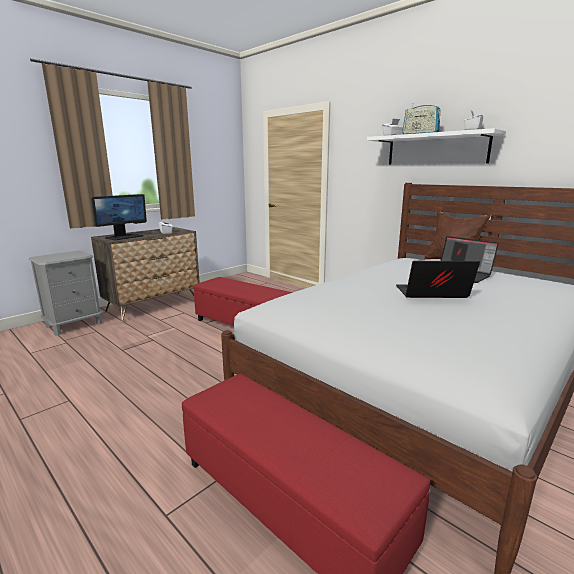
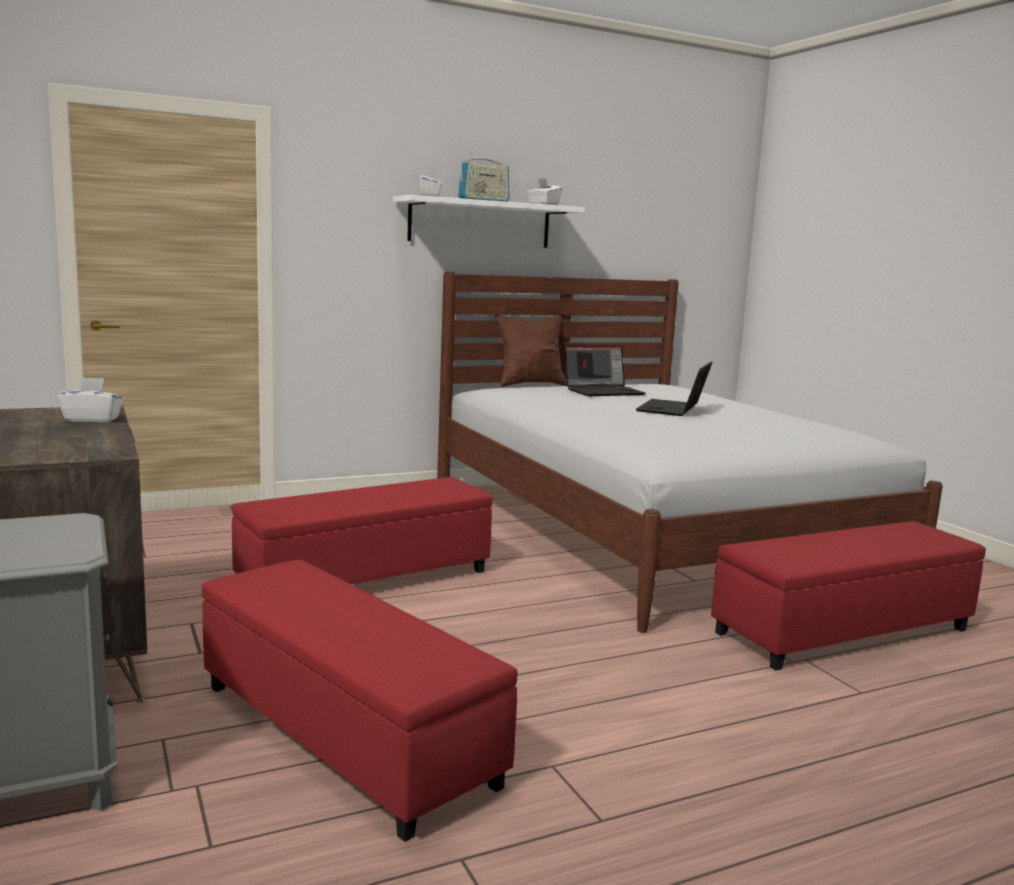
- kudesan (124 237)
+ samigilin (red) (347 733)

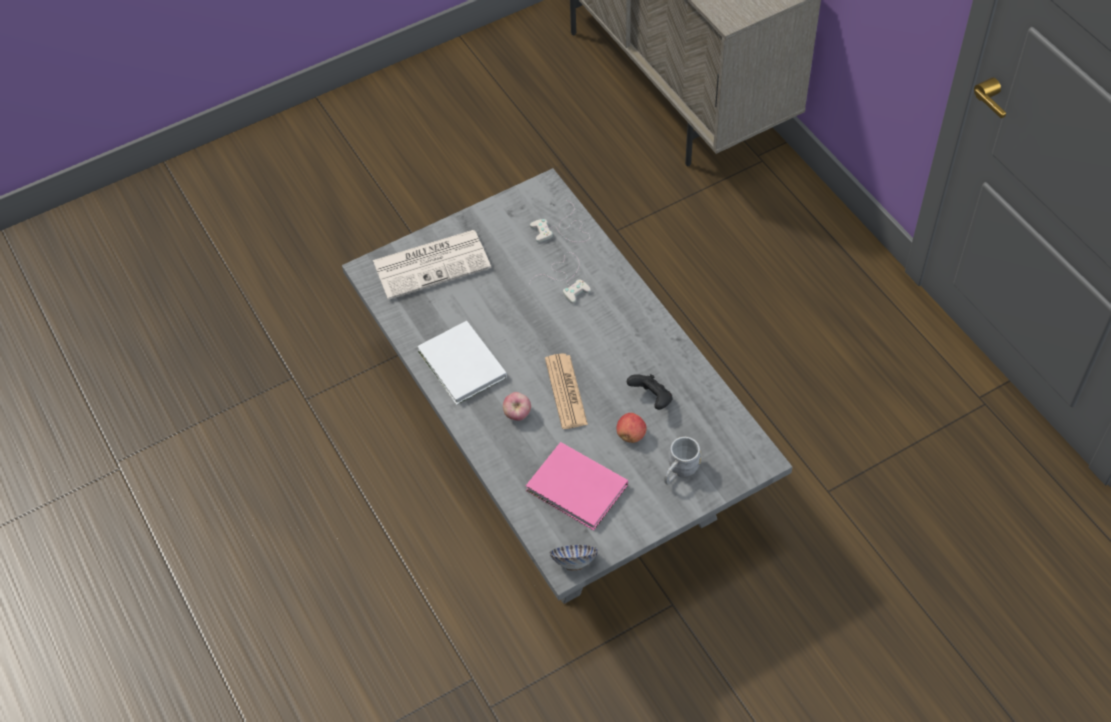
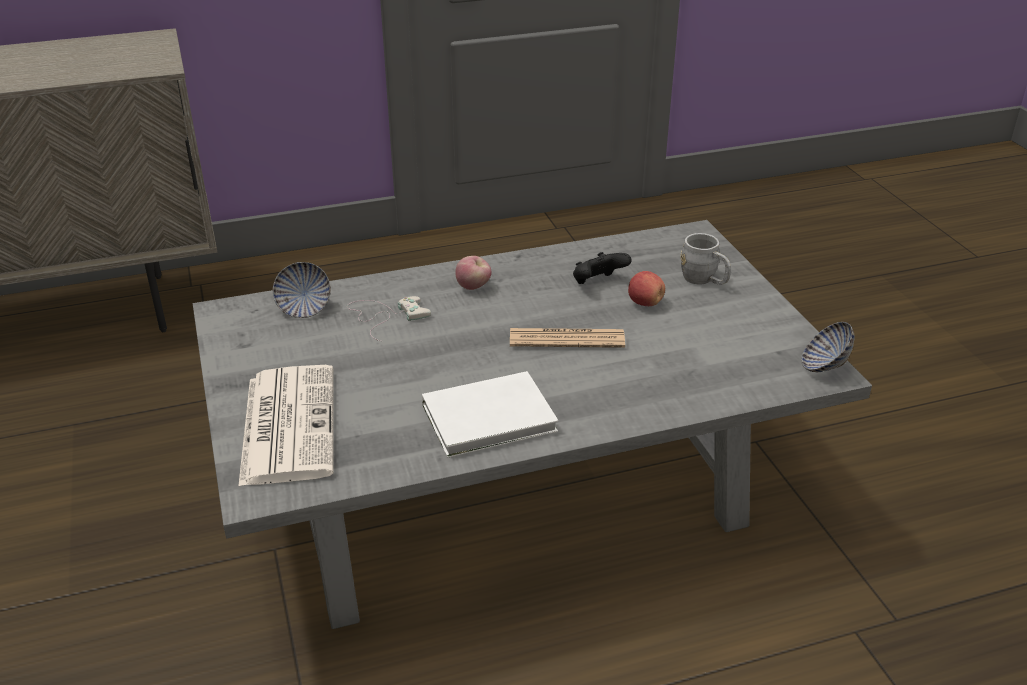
~ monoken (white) (562 230) to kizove (304 308)
~ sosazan (517 414) to (473 287)
- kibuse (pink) (578 490)

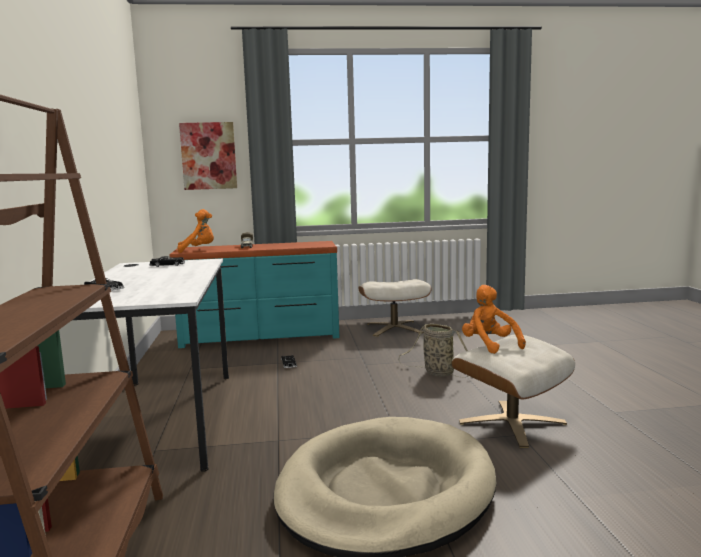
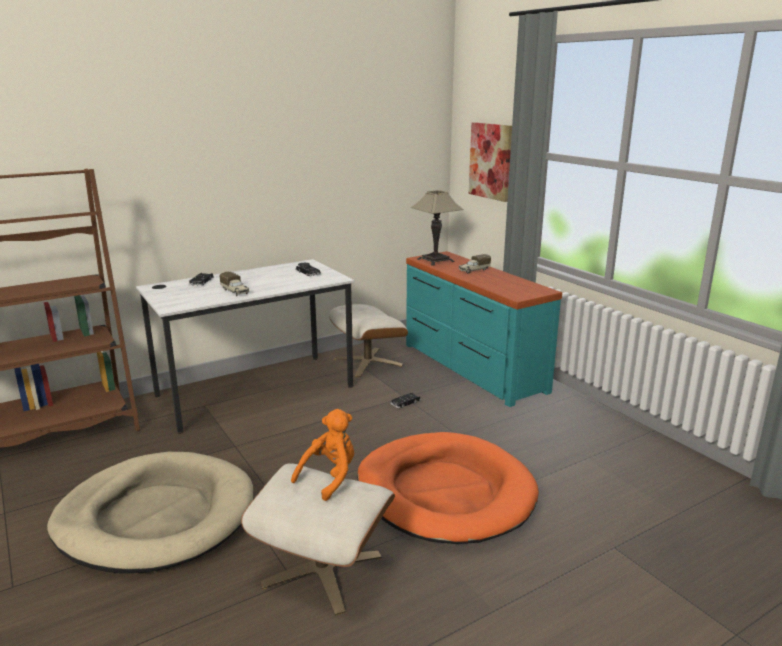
~ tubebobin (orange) (198 250) to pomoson (435 260)
~ samigilin (beige) (394 328) to (367 362)
~ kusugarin (436 372) to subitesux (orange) (444 492)
+ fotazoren (235 291)

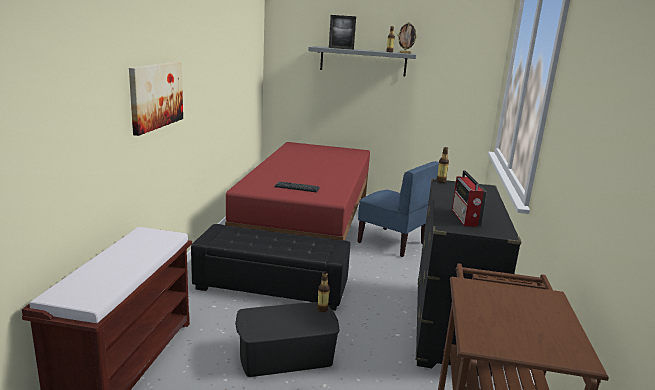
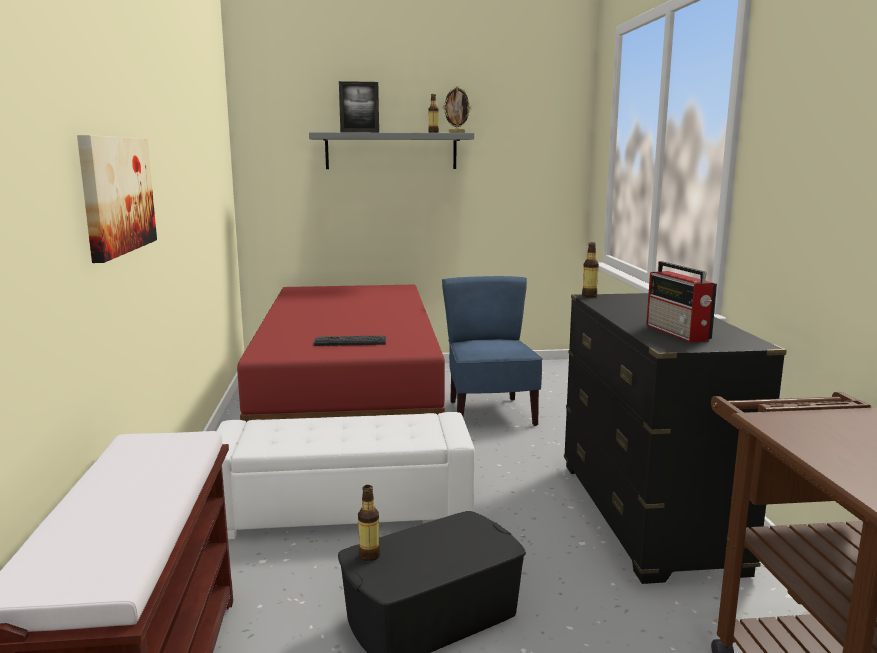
~ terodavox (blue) (392 243) = (489 413) 120 degrees counterclockwise
~ samigilin (black) (272 286) to samigilin (white) (344 509)
~ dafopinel (322 309) to (369 556)

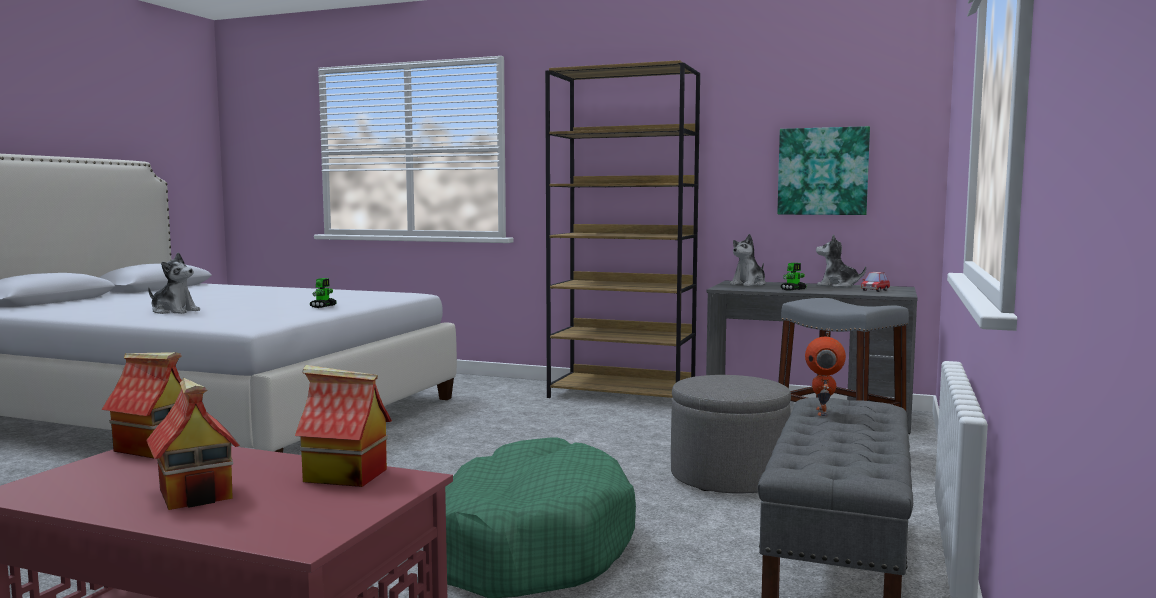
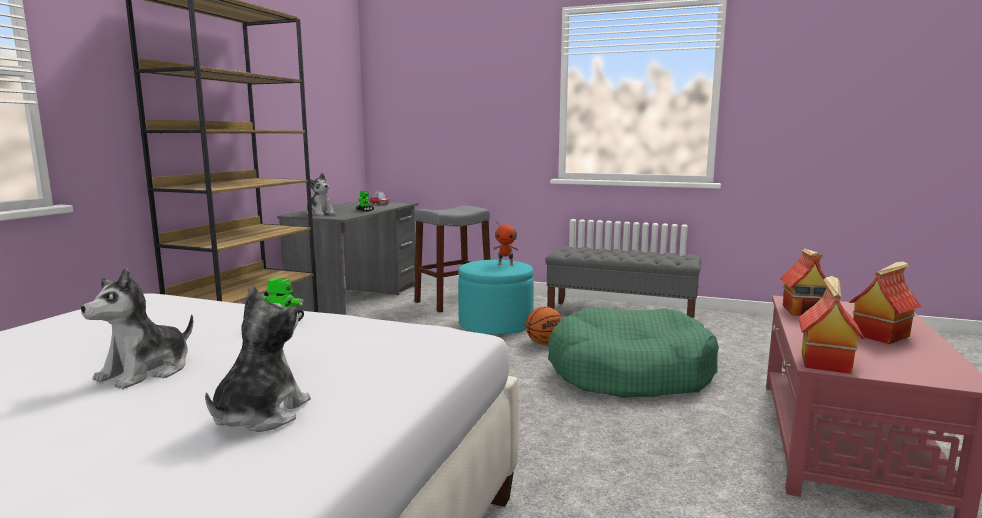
- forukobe (823 171)
~ tubebobin (837 286) to (146 371)
~ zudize (823 412) to (505 264)
~ samigilin (grey) (728 477) to samigilin (turquoise) (495 325)
+ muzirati (544 343)

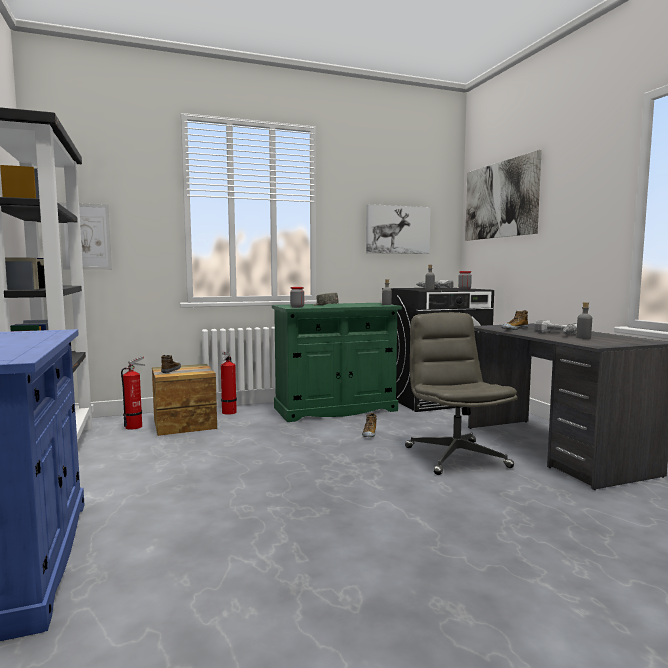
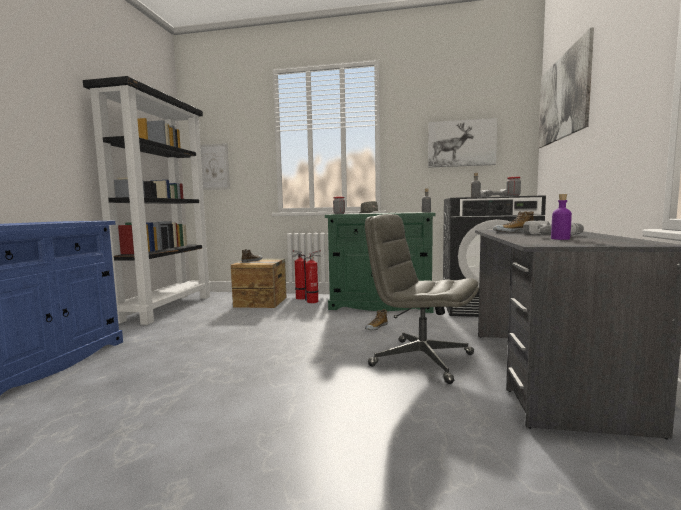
~ dafopinel (grey) (583 338) to dafopinel (purple) (560 239)
~ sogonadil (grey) (455 457) = (420 360) 75 degrees counterclockwise
~ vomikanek (135 426) to (314 301)

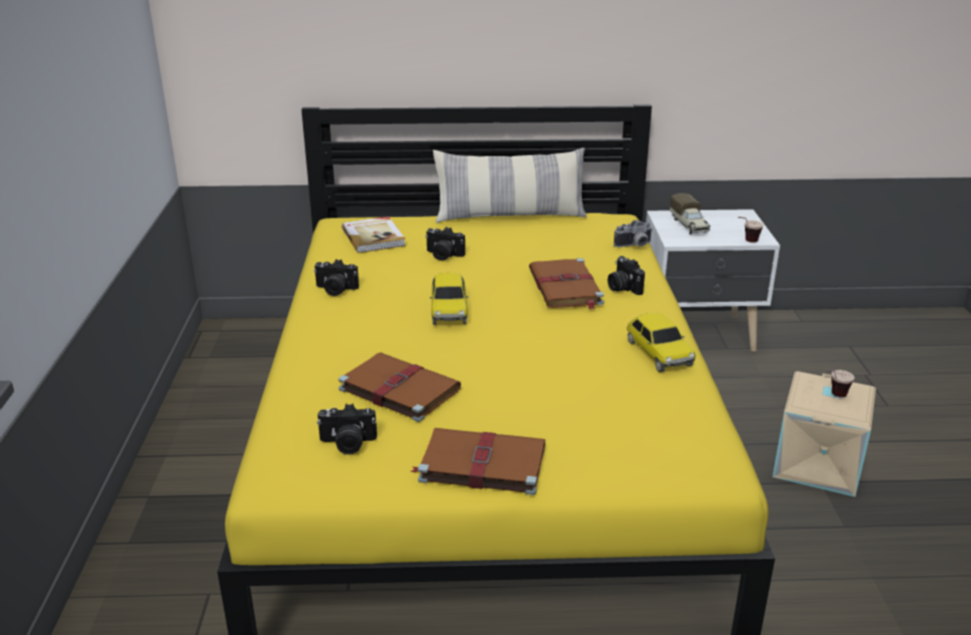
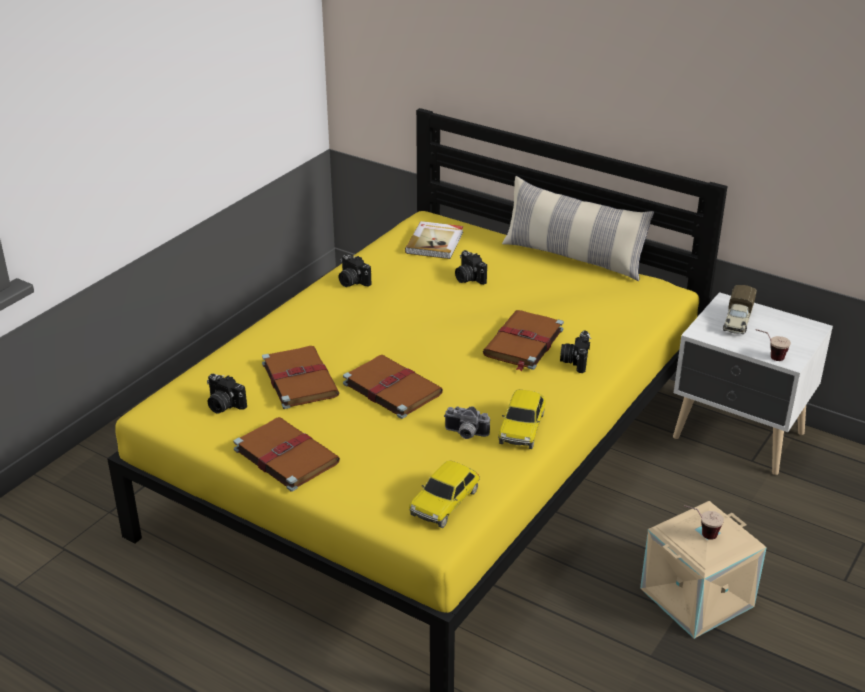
~ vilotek (634 246) to (465 434)
~ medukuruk (449 310) to (445 503)
+ kibuse (brown) (390 388)

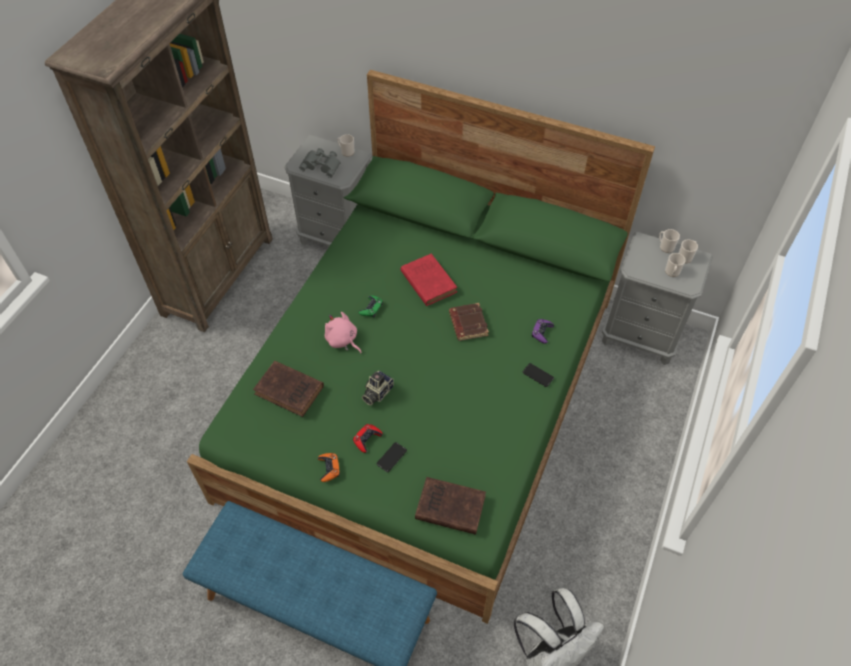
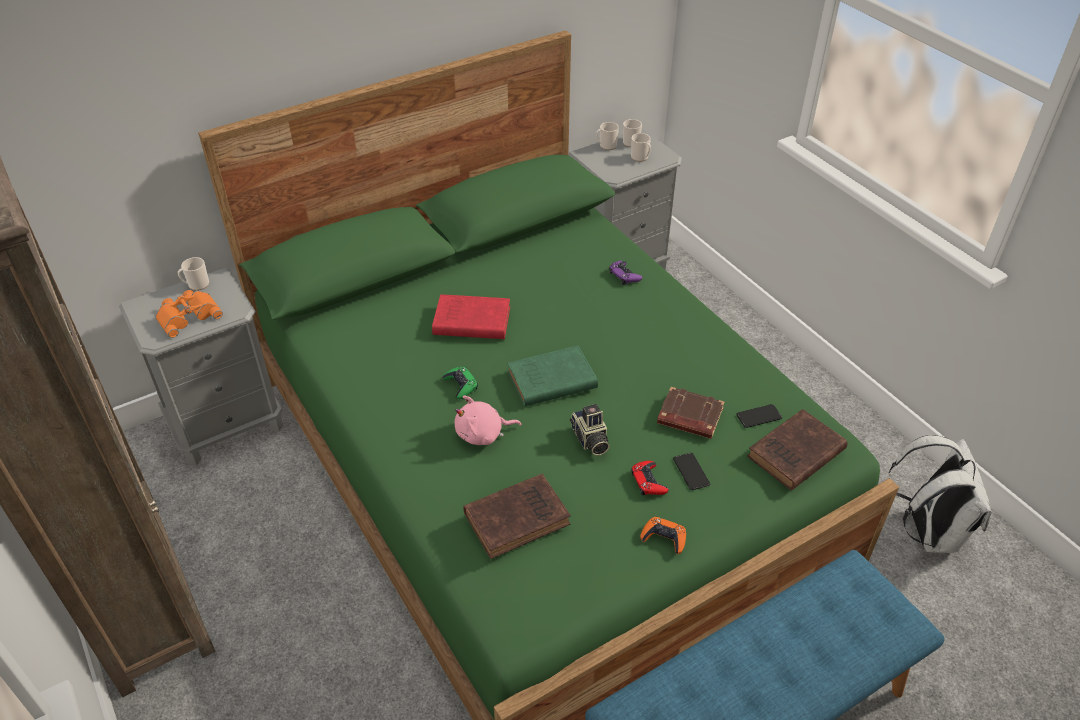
~ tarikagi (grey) (322 165) to tarikagi (orange) (188 315)
~ kibuse (brown) (467 324) to (689 417)
~ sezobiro (538 375) to (759 416)
+ kibuse (green) (549 381)

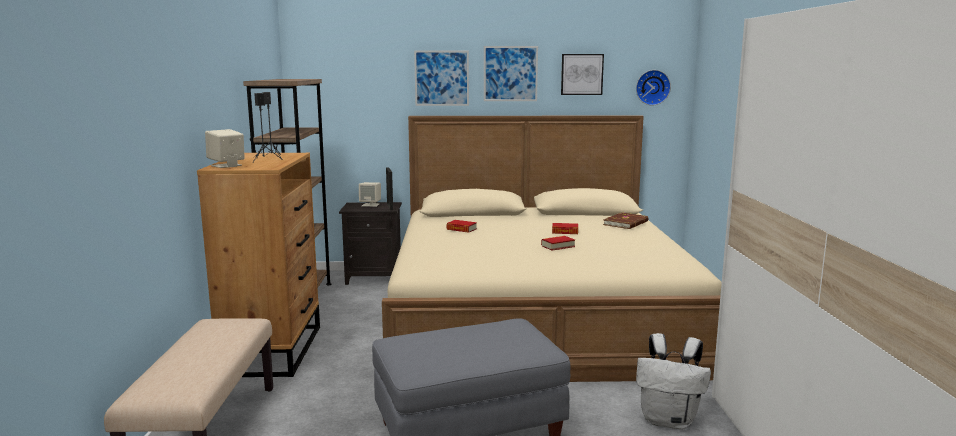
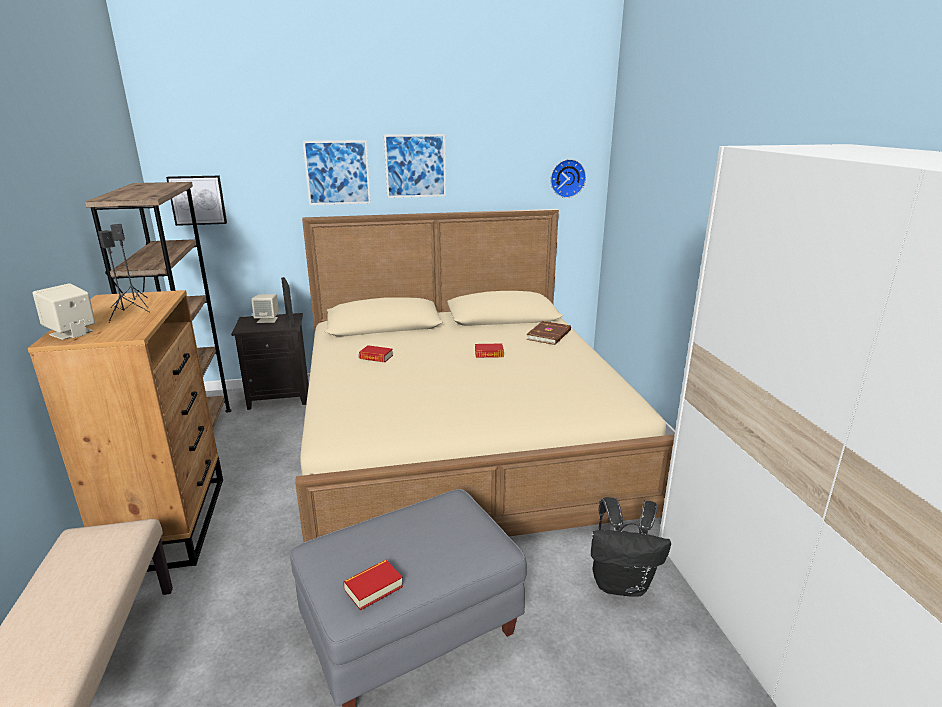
~ forukobe (581 74) to (197 200)
~ kibuse (558 246) to (373 588)
~ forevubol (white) (669 420) to forevubol (black) (621 583)

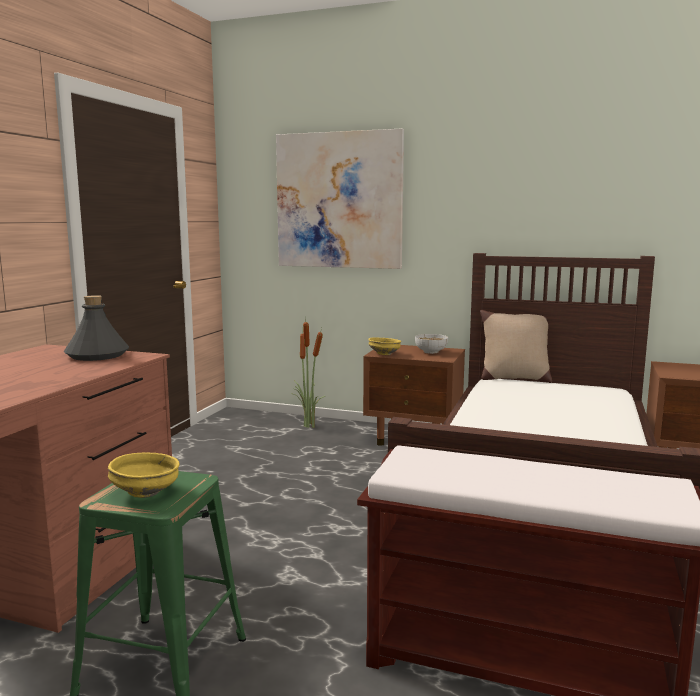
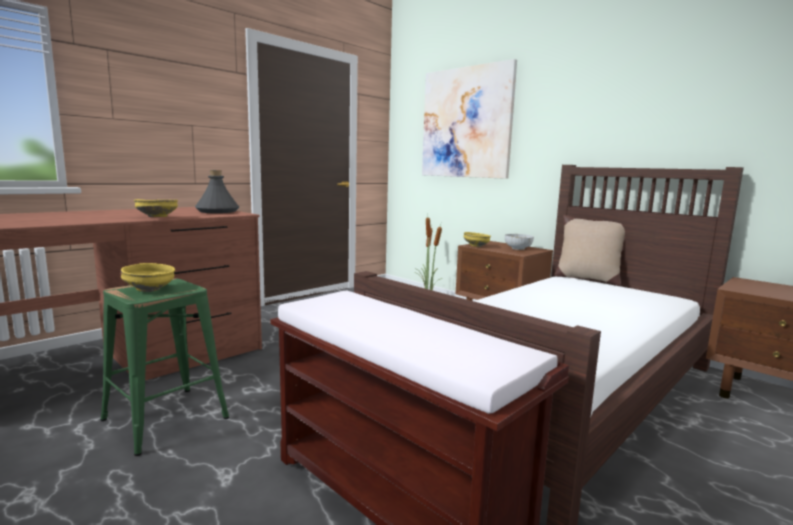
+ kizove (yellow) (157 217)

